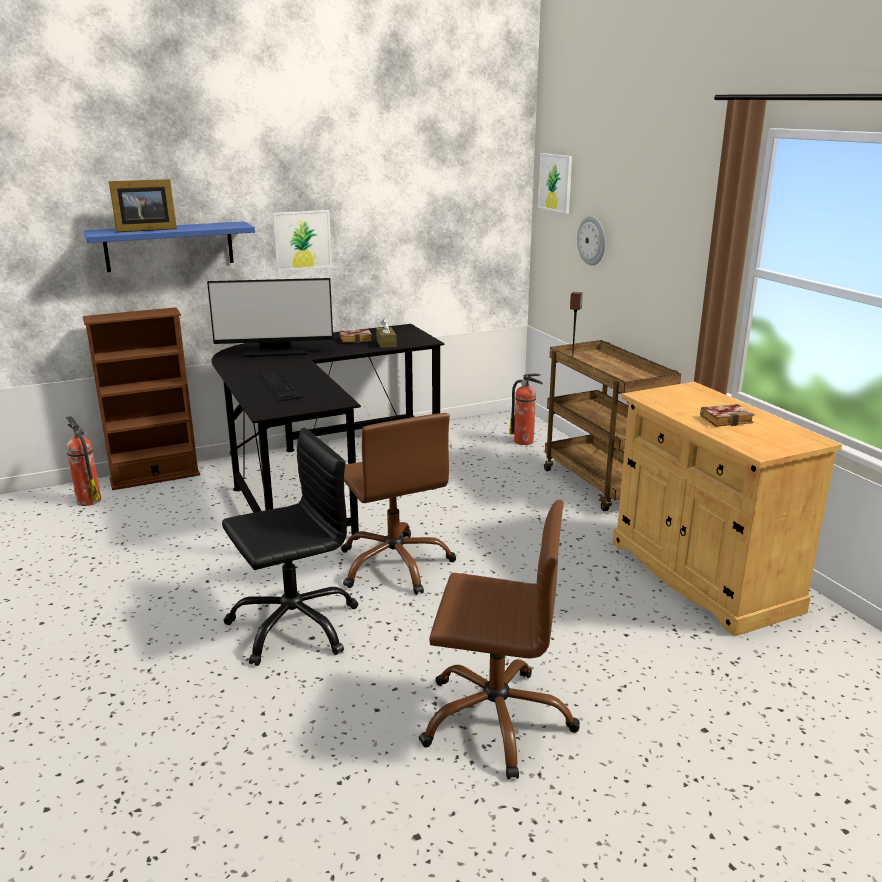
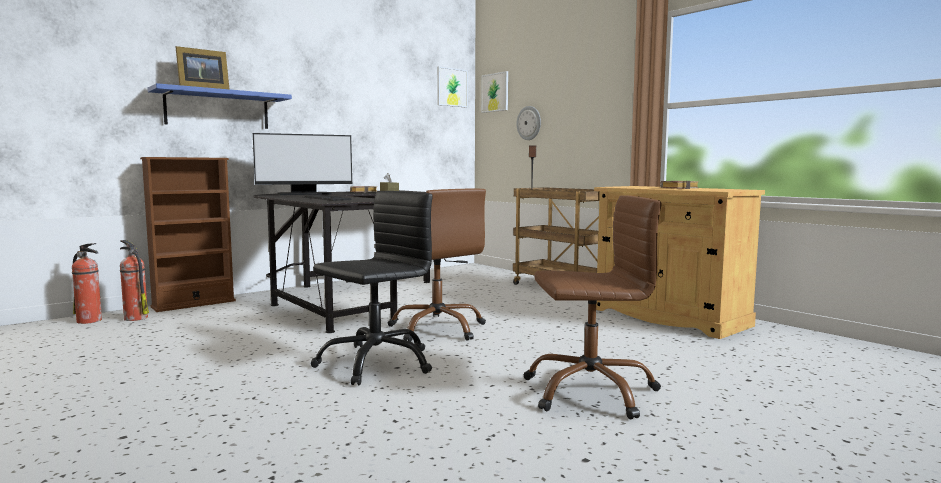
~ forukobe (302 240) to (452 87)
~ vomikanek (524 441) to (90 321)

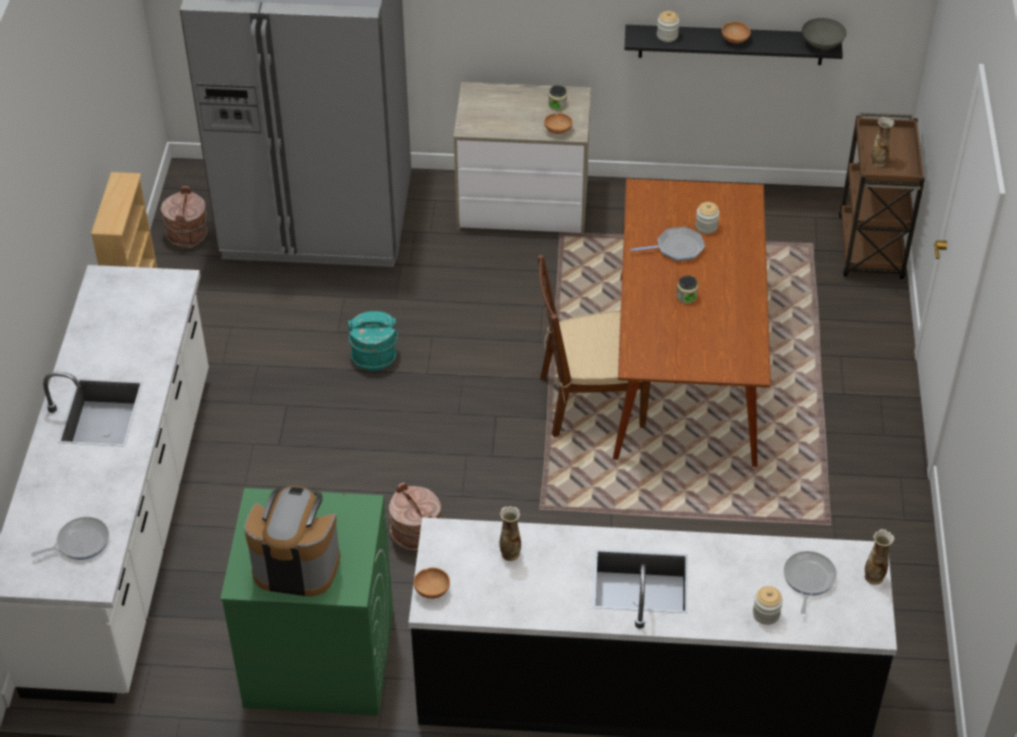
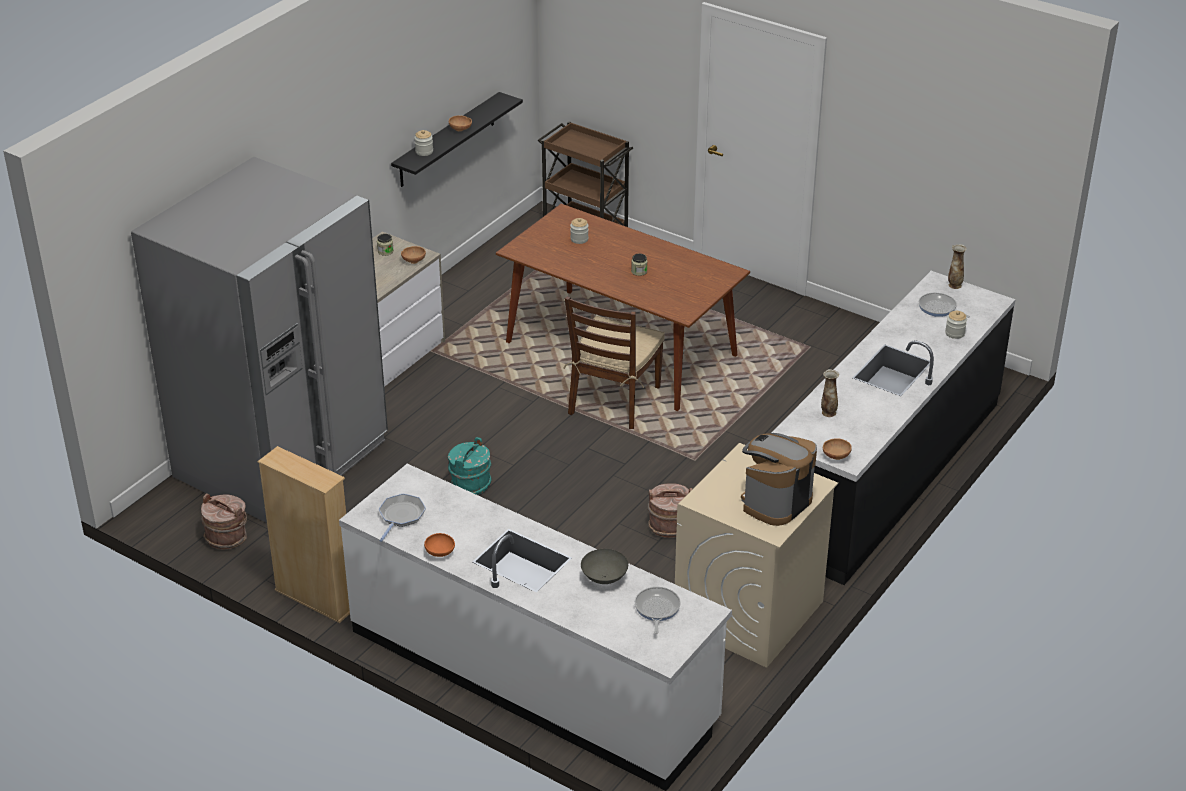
~ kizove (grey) (822 44) to (604 577)
- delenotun (878 161)
~ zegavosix (677 248) to (401 516)
~ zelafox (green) (318 658) to zelafox (beige) (748 613)
+ kizove (orange) (440 553)

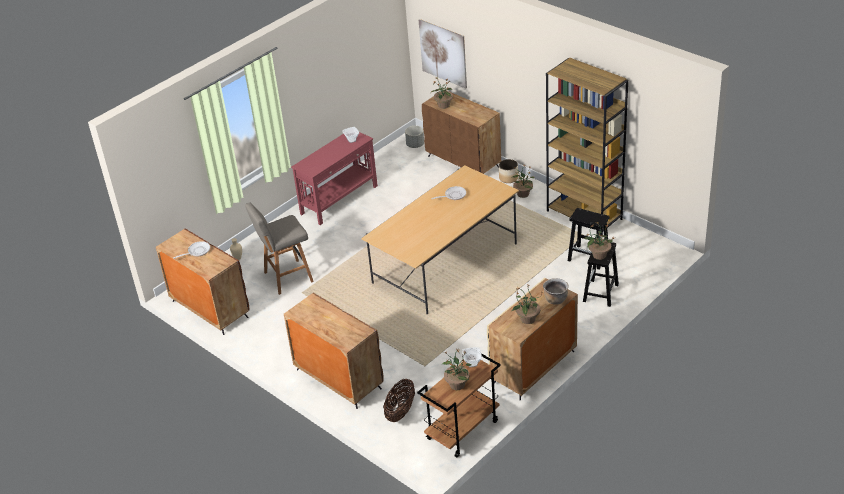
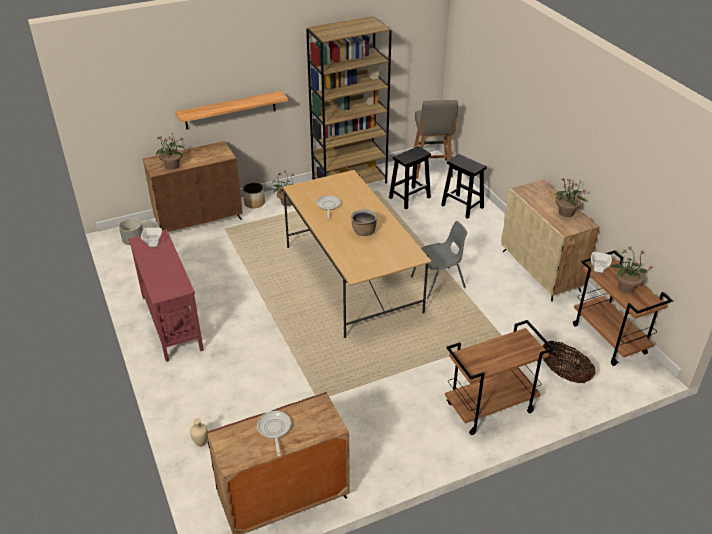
- forukobe (443 53)
~ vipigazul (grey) (286 277) to (431 170)
- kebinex (599 255)
~ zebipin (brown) (555 299) to (363 232)
~ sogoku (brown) (338 379) to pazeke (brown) (490 409)
+ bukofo (230 110)
+ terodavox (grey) (439 282)

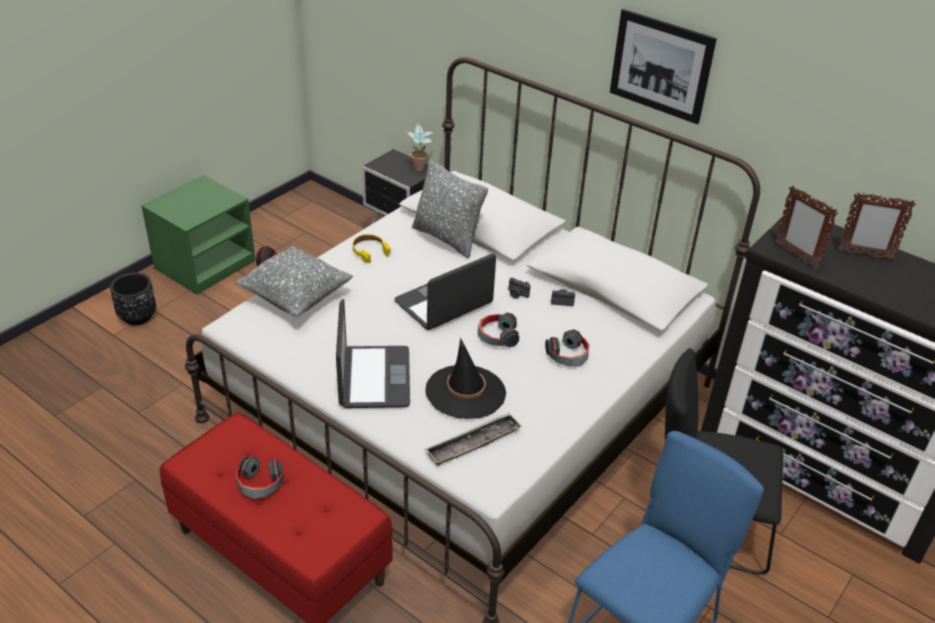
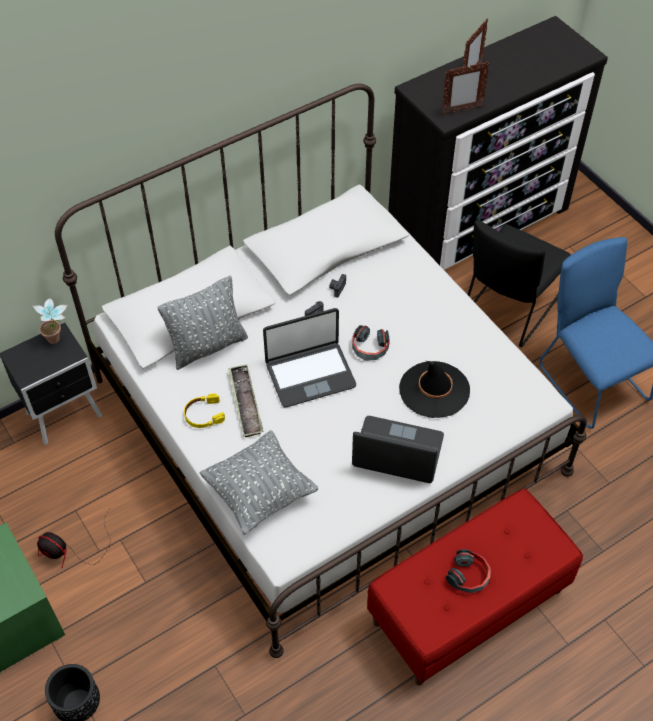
- forukobe (661 66)
~ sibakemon (444 303) = (310 374) 90 degrees counterclockwise
- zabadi (568 356)
~ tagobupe (473 443) to (245 403)

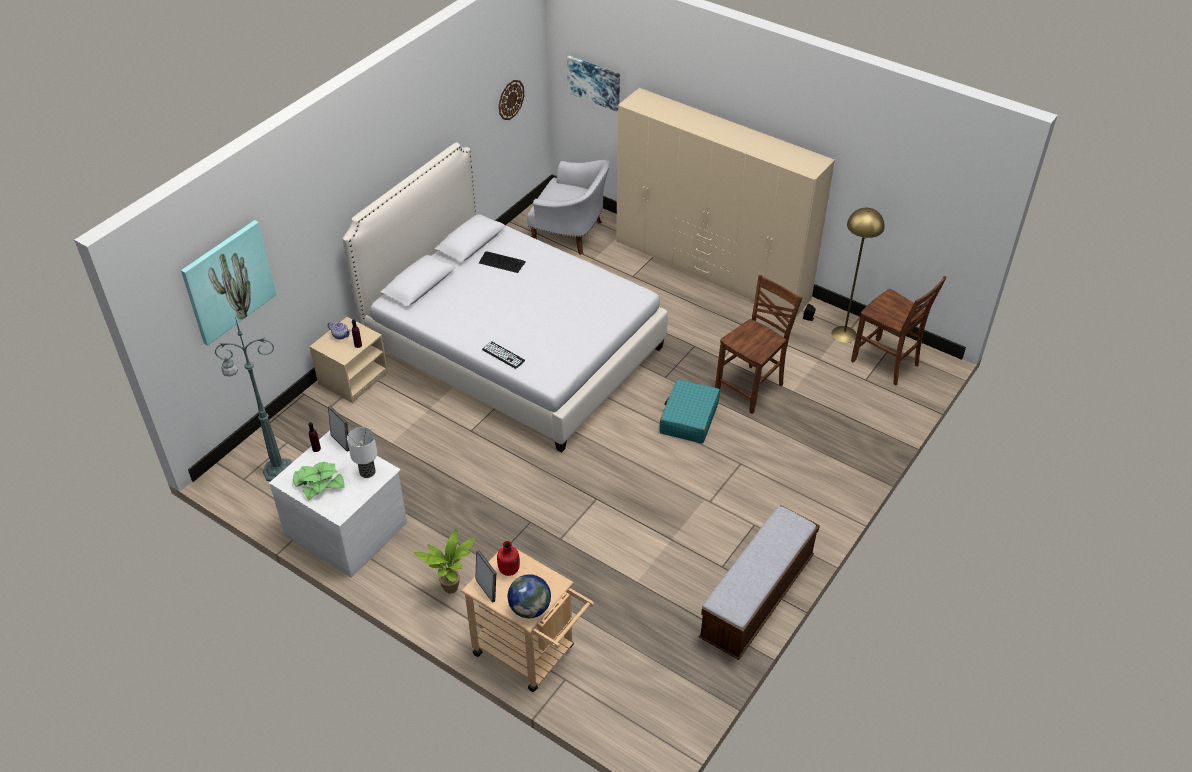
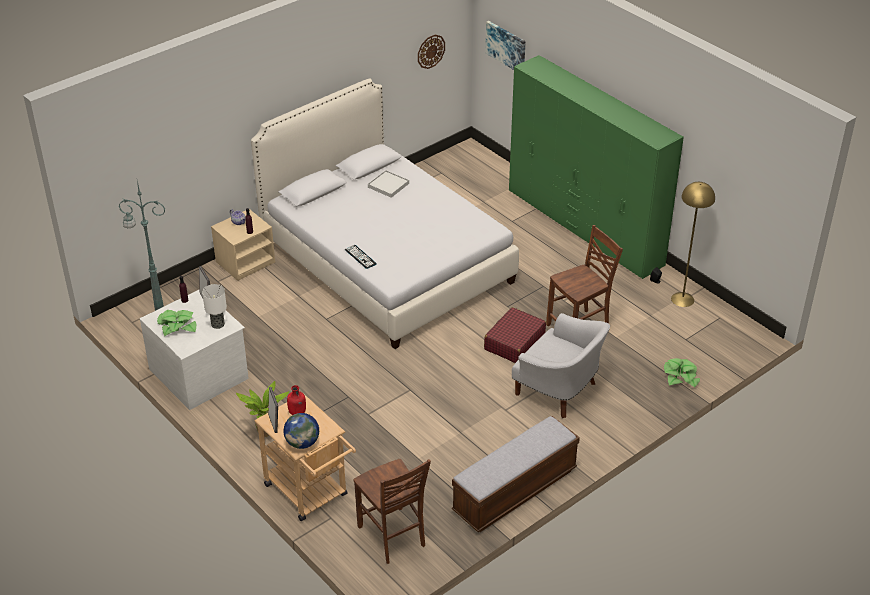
~ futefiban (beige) (711 269) to futefiban (green) (584 227)
~ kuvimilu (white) (571 233) to (559 391)
- forukobe (228 281)
~ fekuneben (502 262) to tagobupe (white) (388 185)
~ terodavox (brown) (886 363) to (392 537)
~ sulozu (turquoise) (688 418) to sulozu (red) (514 342)
+ kebinex (680 377)

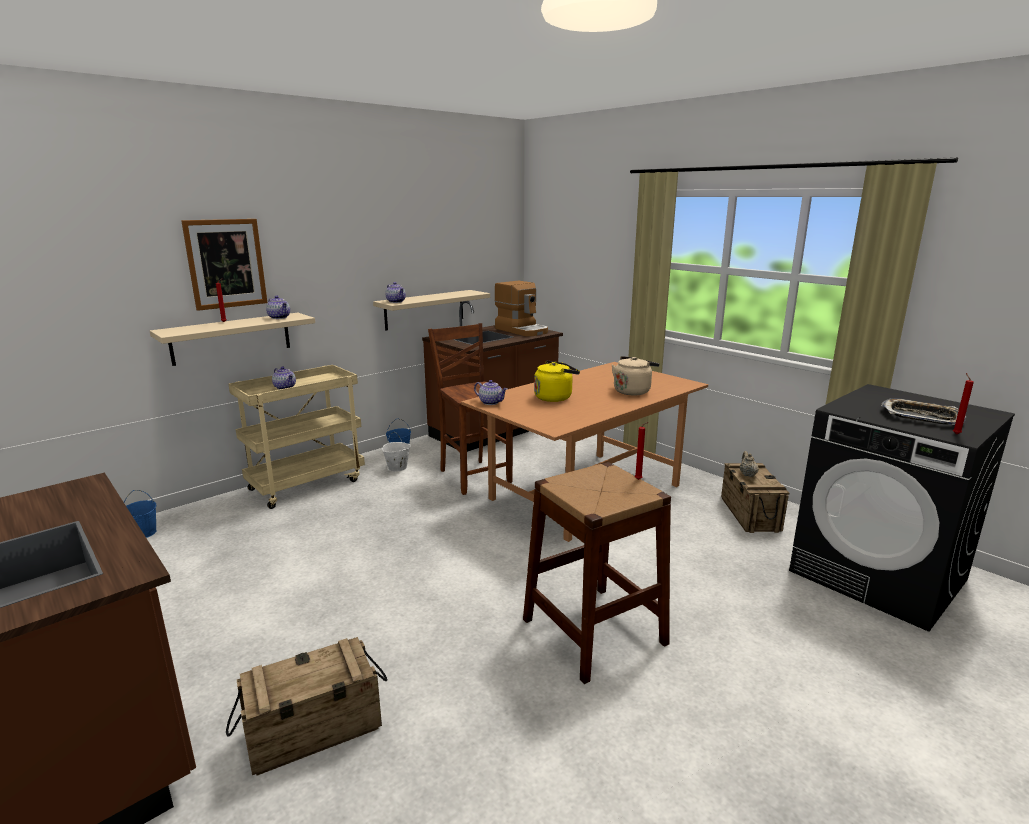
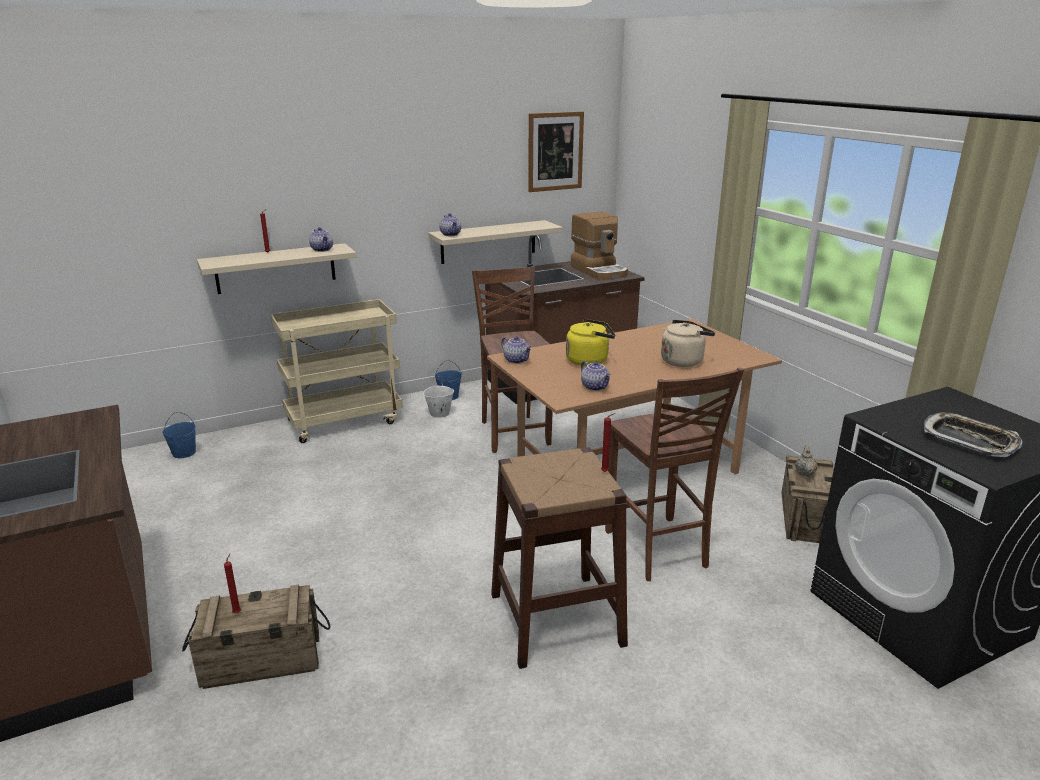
~ forukobe (226 263) to (555 151)
~ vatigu (285 387) to (595 387)
~ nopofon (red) (955 433) to (237 612)
+ terodavox (brown) (657 550)

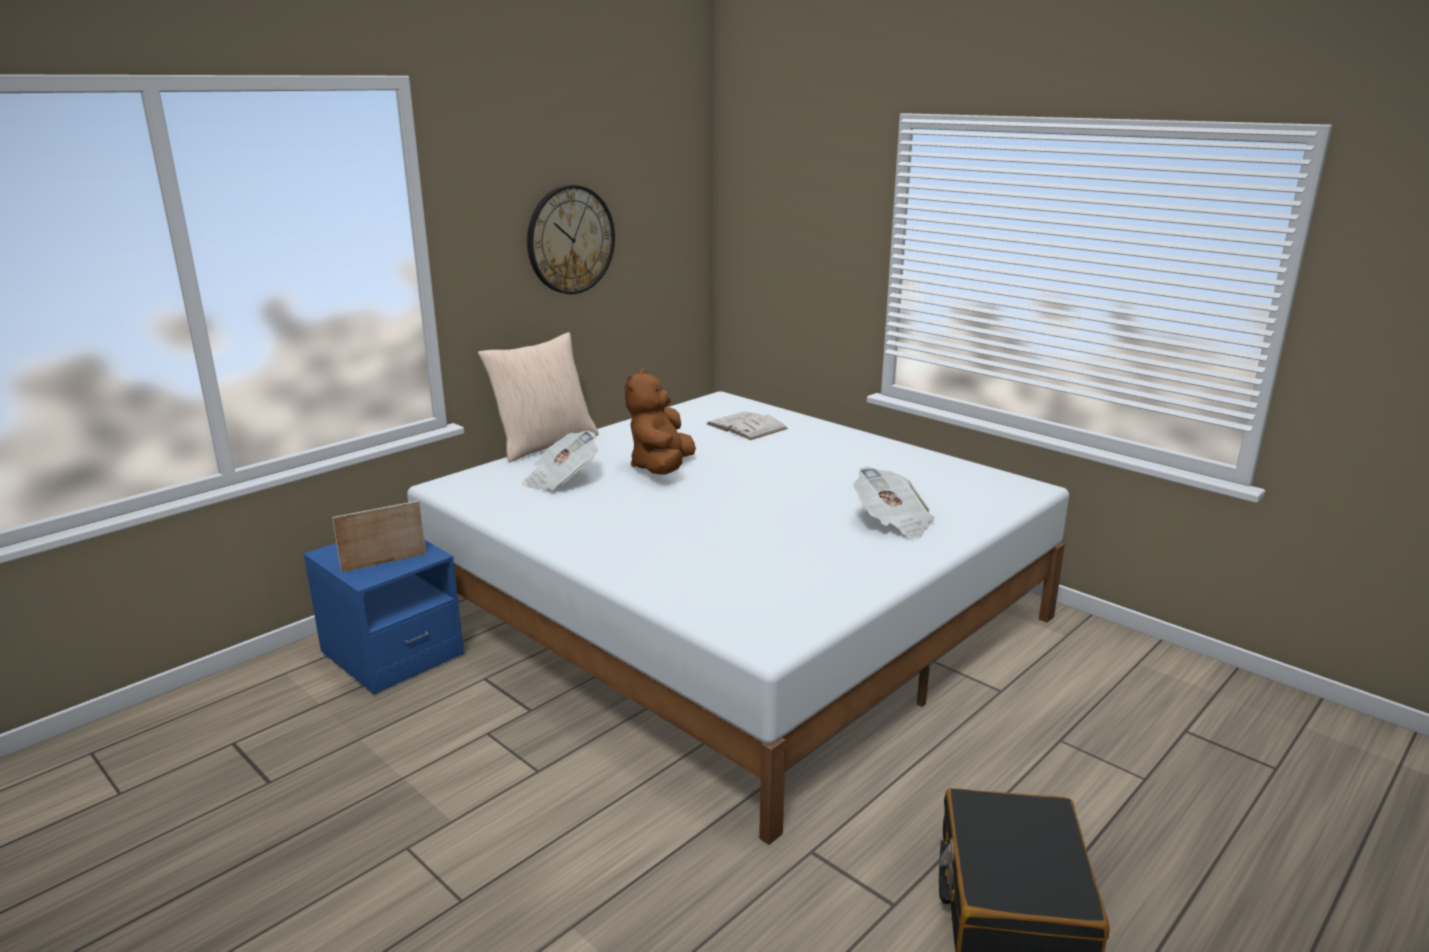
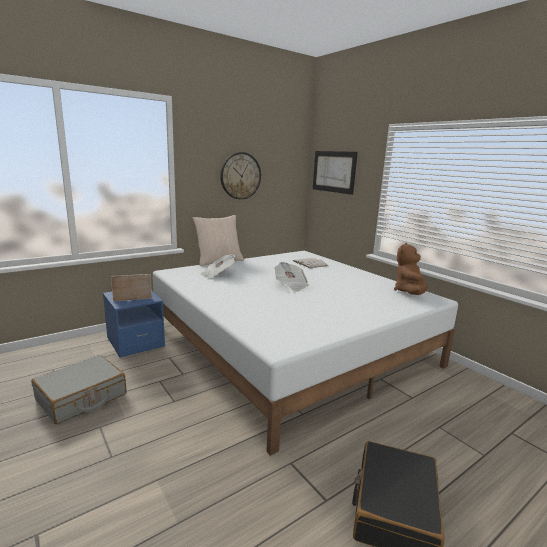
~ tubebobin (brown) (661 468) to (409 292)
~ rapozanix (893 523) to (291 286)
+ forukobe (333 171)
+ sulozu (grey) (82 397)

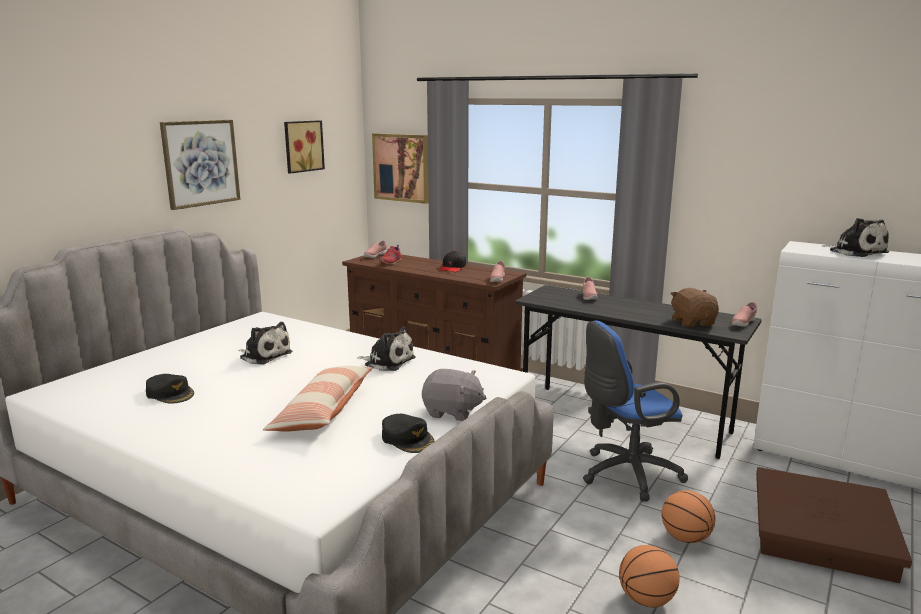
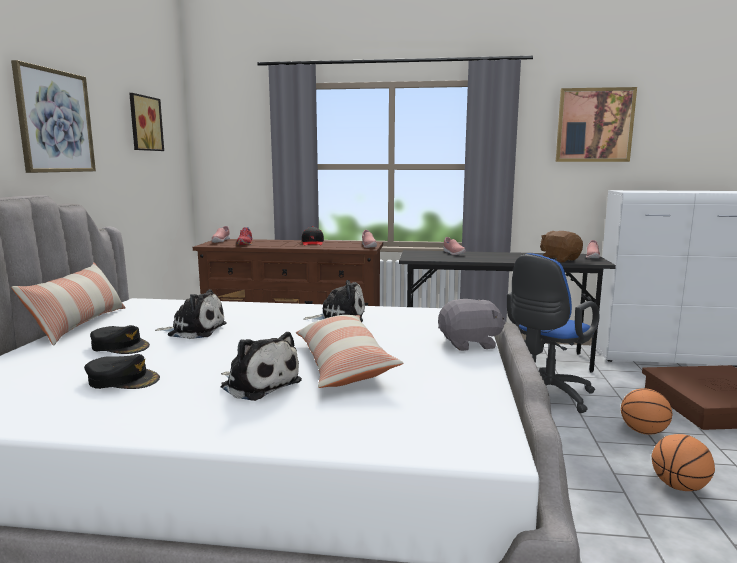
~ forukobe (401 167) to (594 125)
~ tubebobin (855 252) to (258 384)
~ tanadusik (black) (408 439) to (120 346)
+ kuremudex (80 325)

